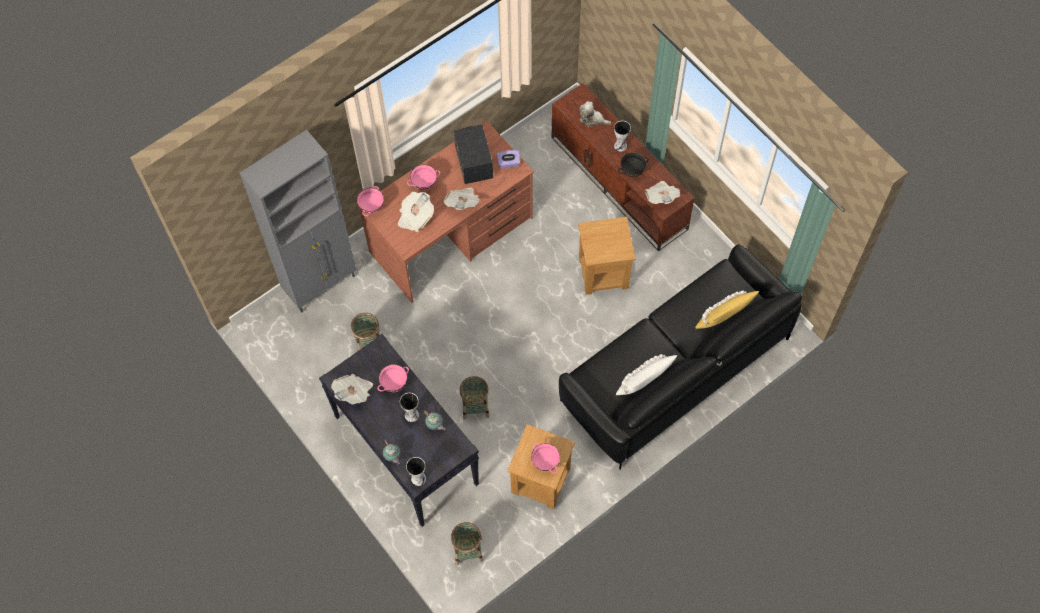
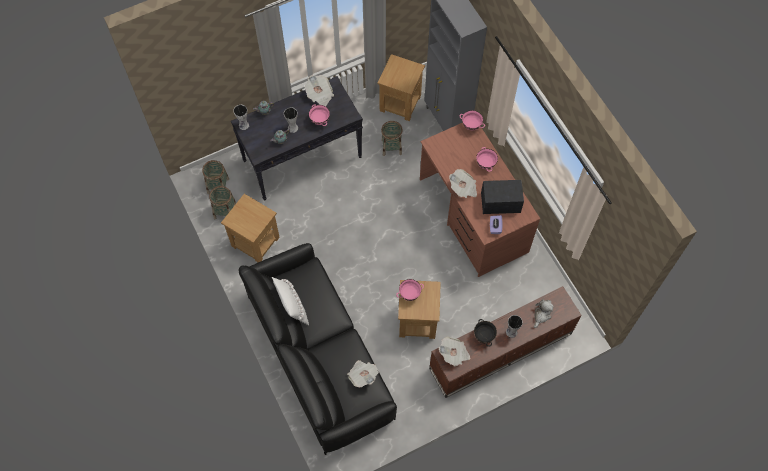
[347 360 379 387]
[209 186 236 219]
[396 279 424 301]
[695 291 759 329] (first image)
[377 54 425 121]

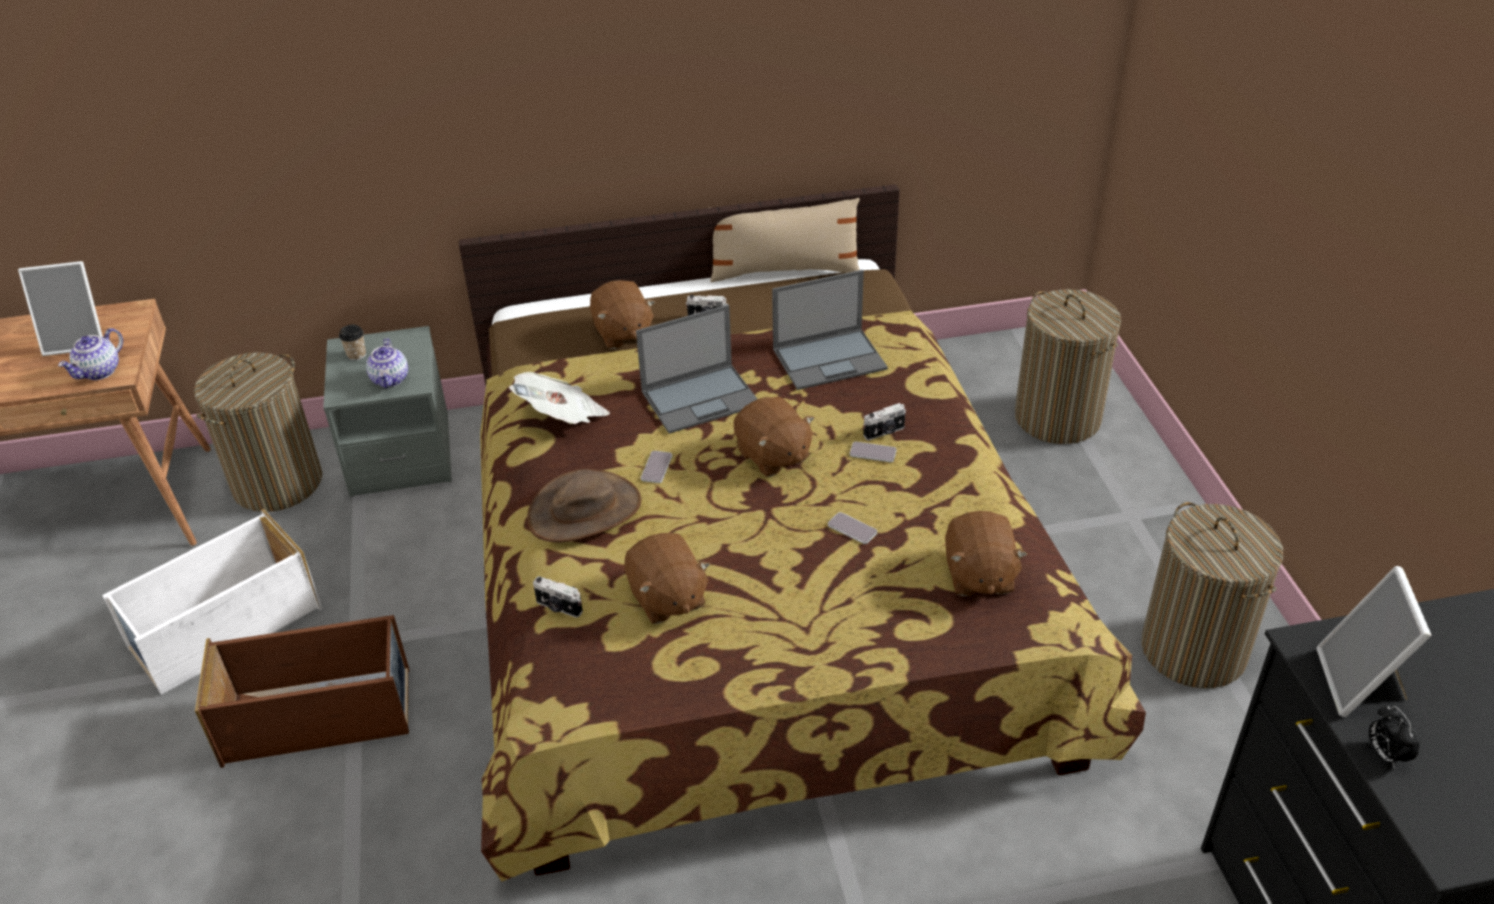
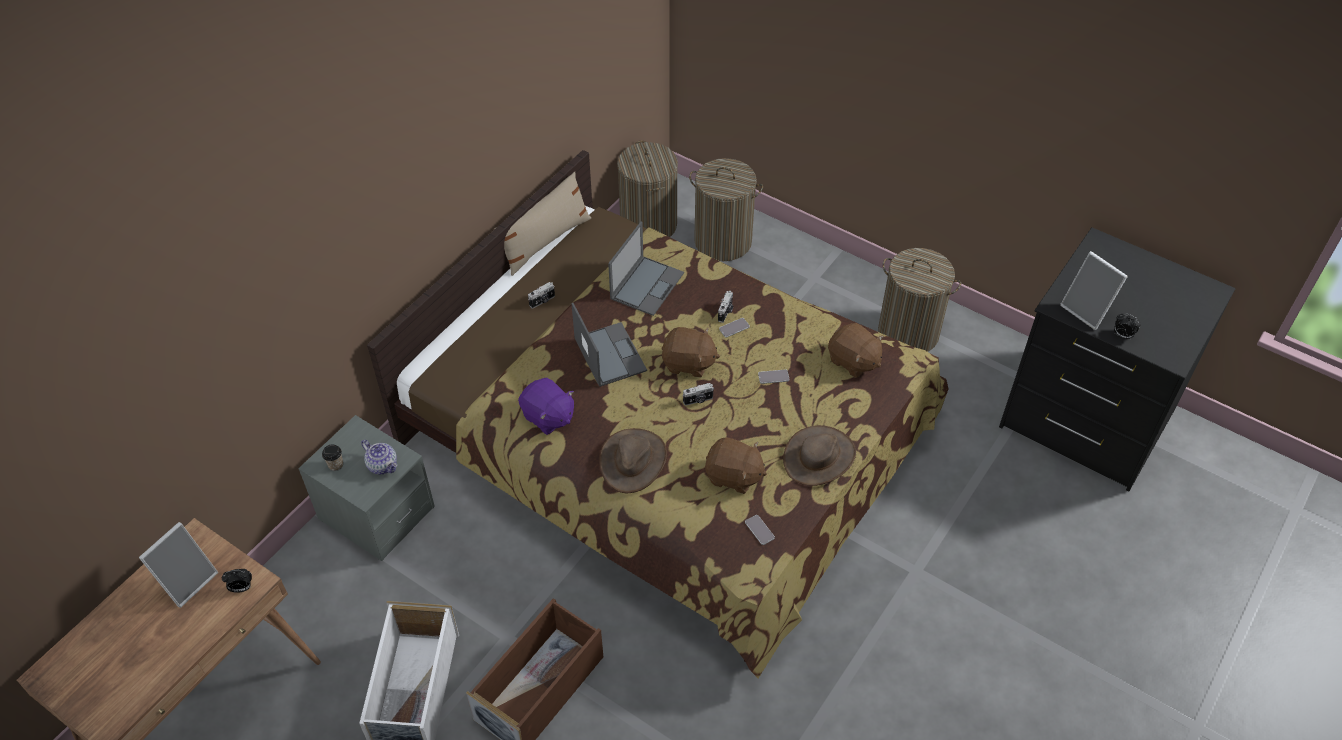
[222 569 252 593]
[617 141 678 237]
[518 378 574 435]
[682 383 714 406]
[590 280 655 349] (first image)
[571 303 647 387]
[745 515 775 545]
[783 425 856 486]

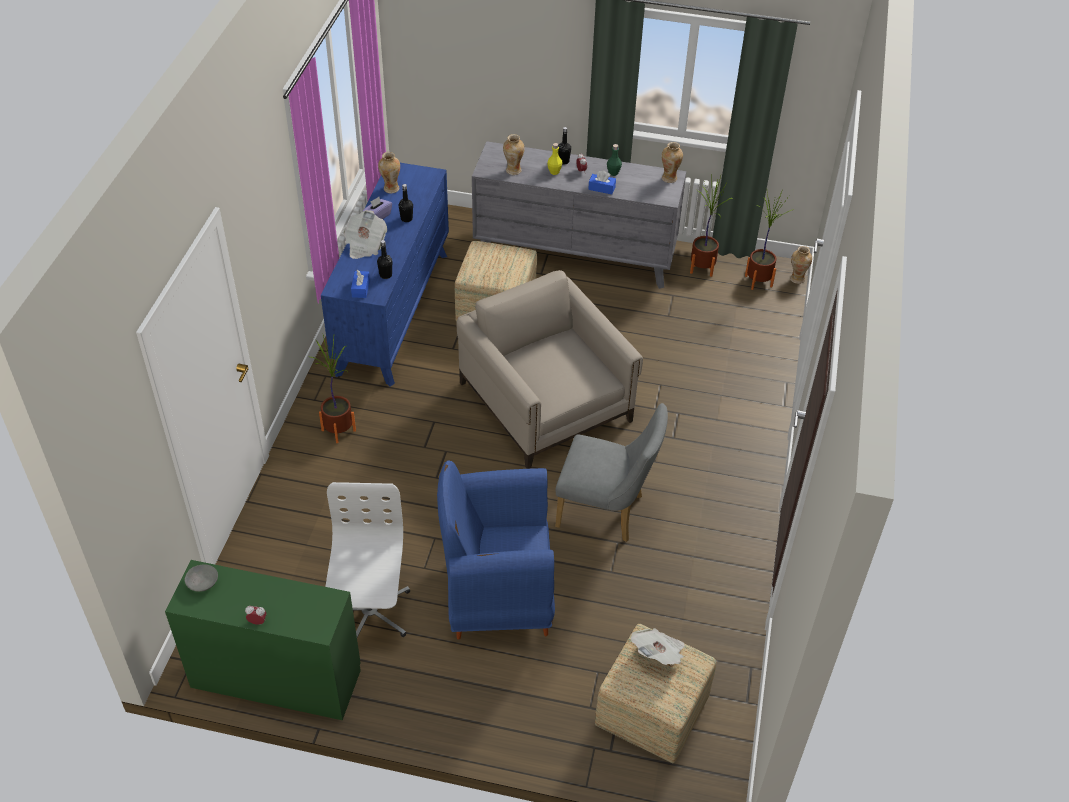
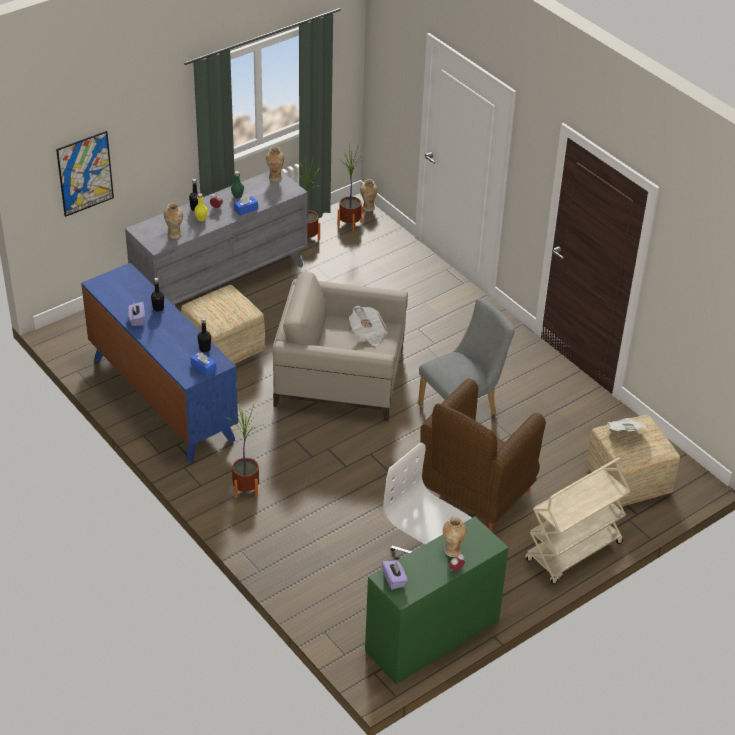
[382 560 408 590]
[349 306 388 346]
[443 516 466 557]
[420 379 546 531]
[56 131 114 217]
[525 457 631 584]

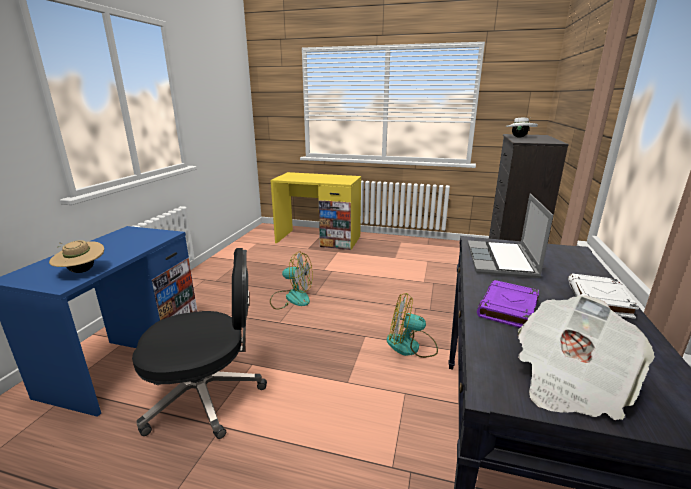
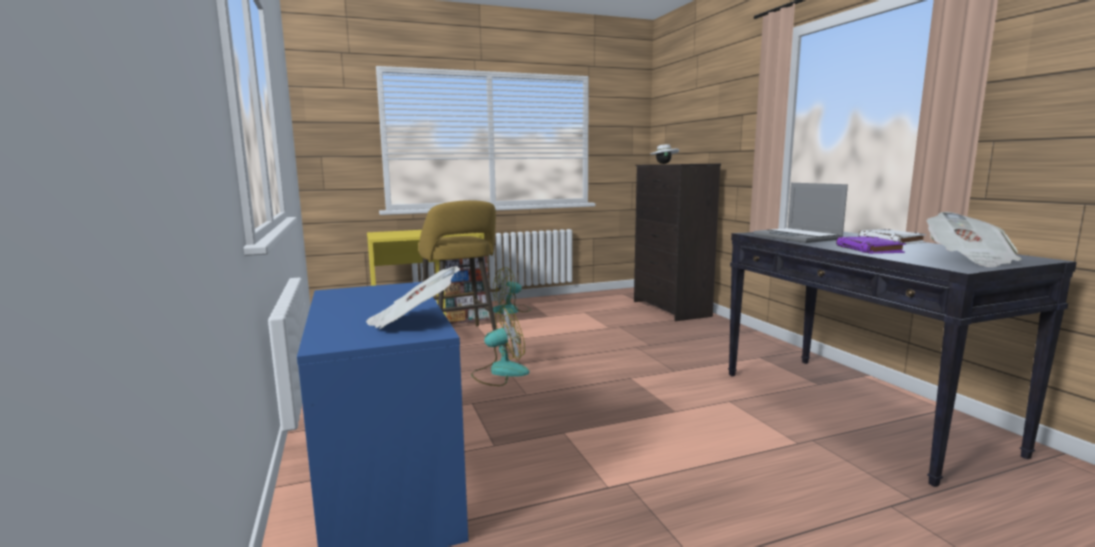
[366 266 460 329]
[132 248 267 439] (first image)
[493 267 532 314]
[418 200 497 331]

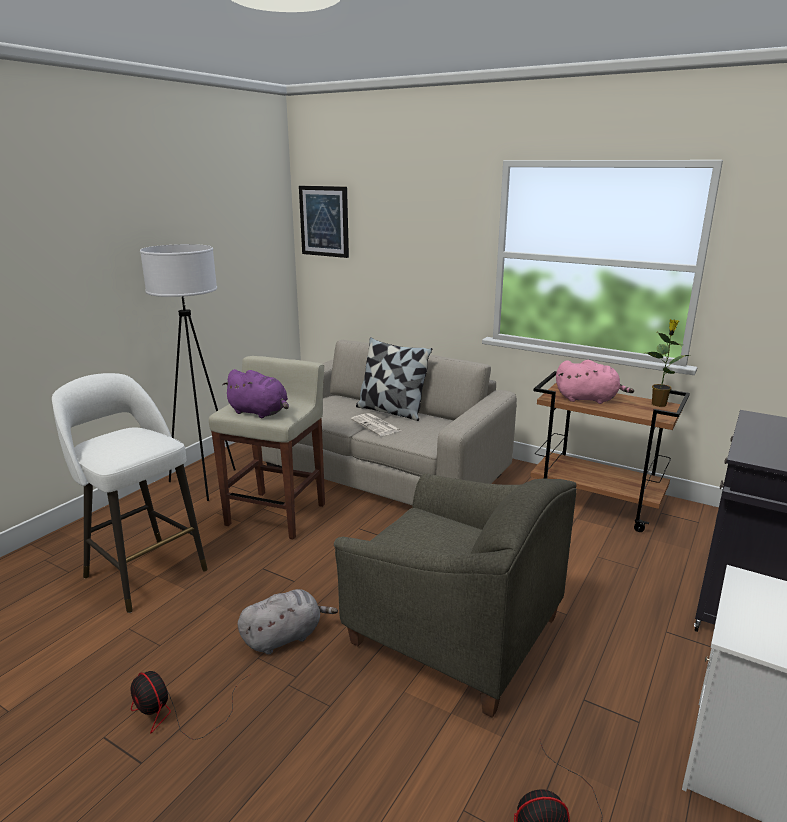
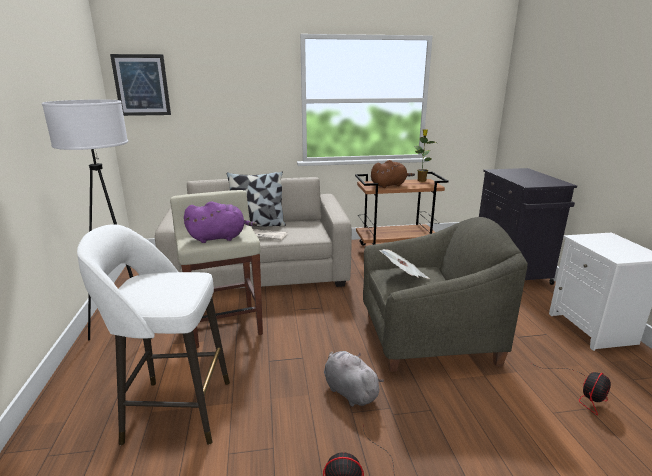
[324 351 384 406]
[371 160 415 188]
[379 249 430 279]

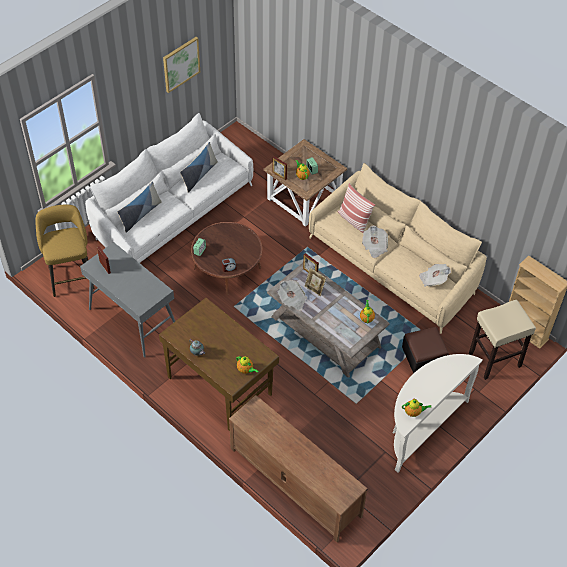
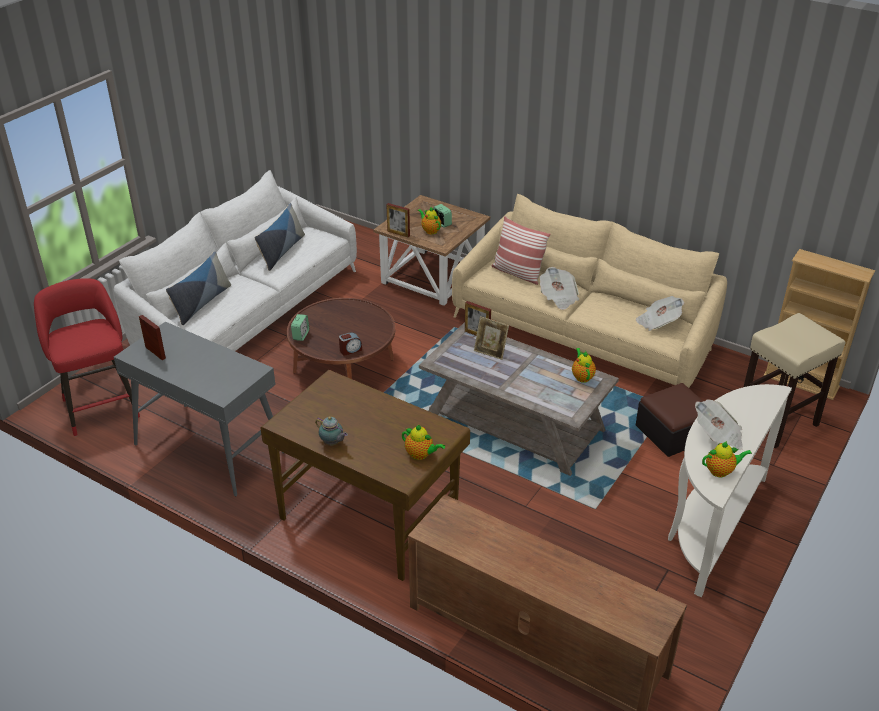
[34 278 140 436]
[163 37 200 93] (first image)
[695 400 743 450]

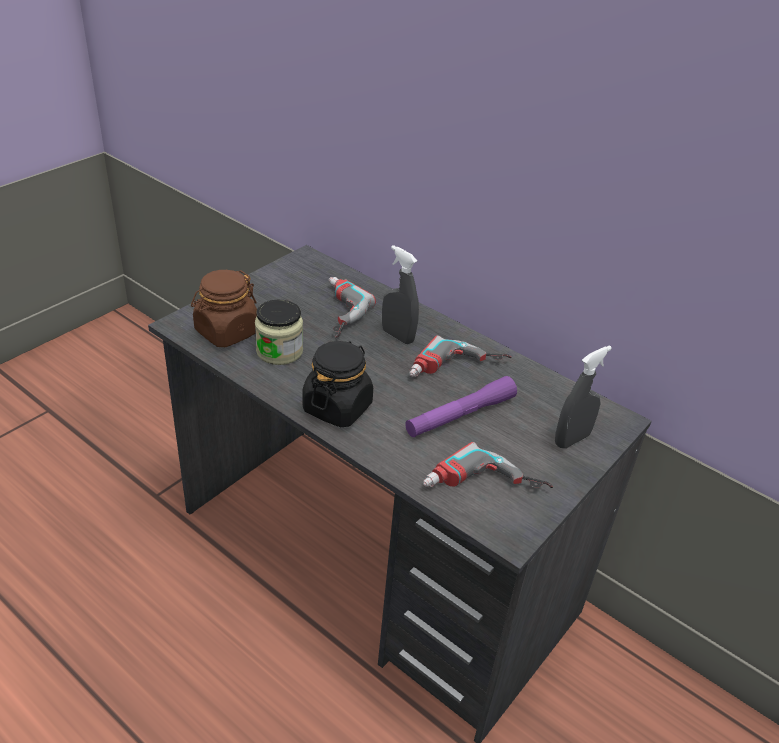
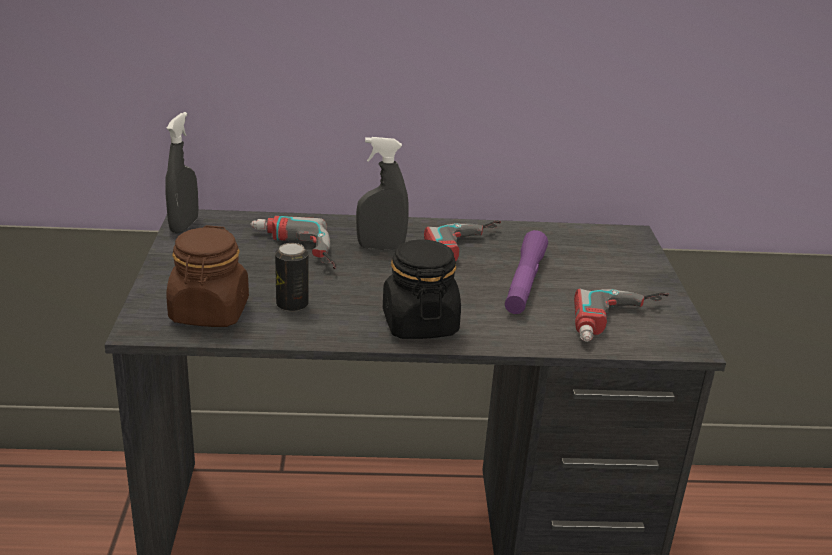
[275 243 309 312]
[165 112 198 234]

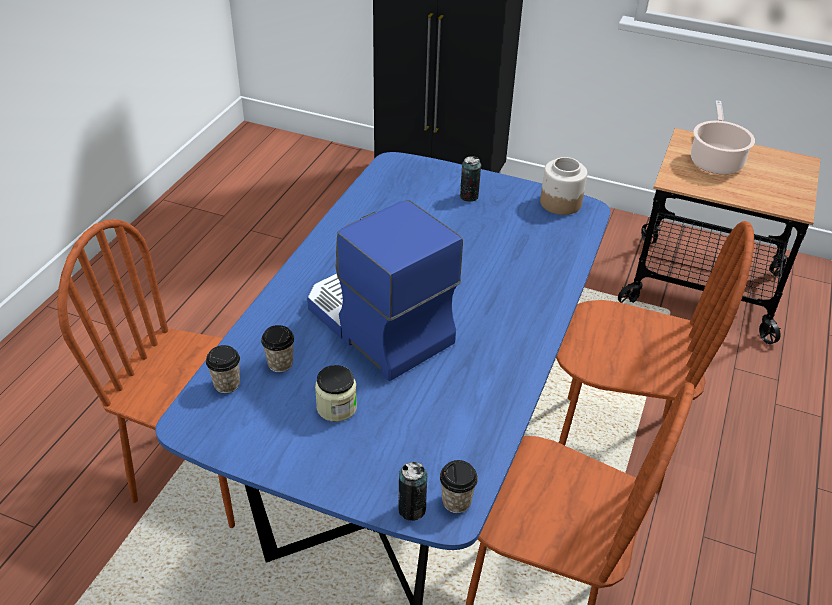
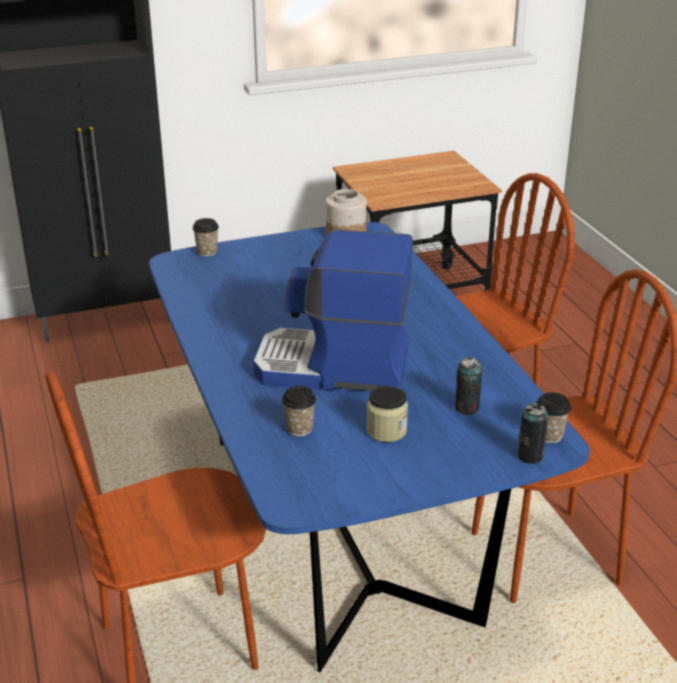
[193 218 219 257]
[455 357 482 415]
[691 100 755 175] (first image)

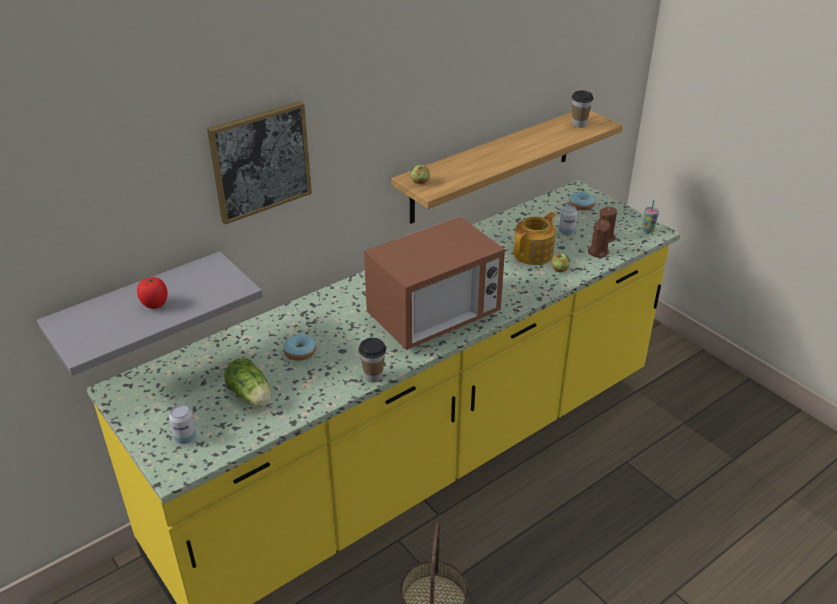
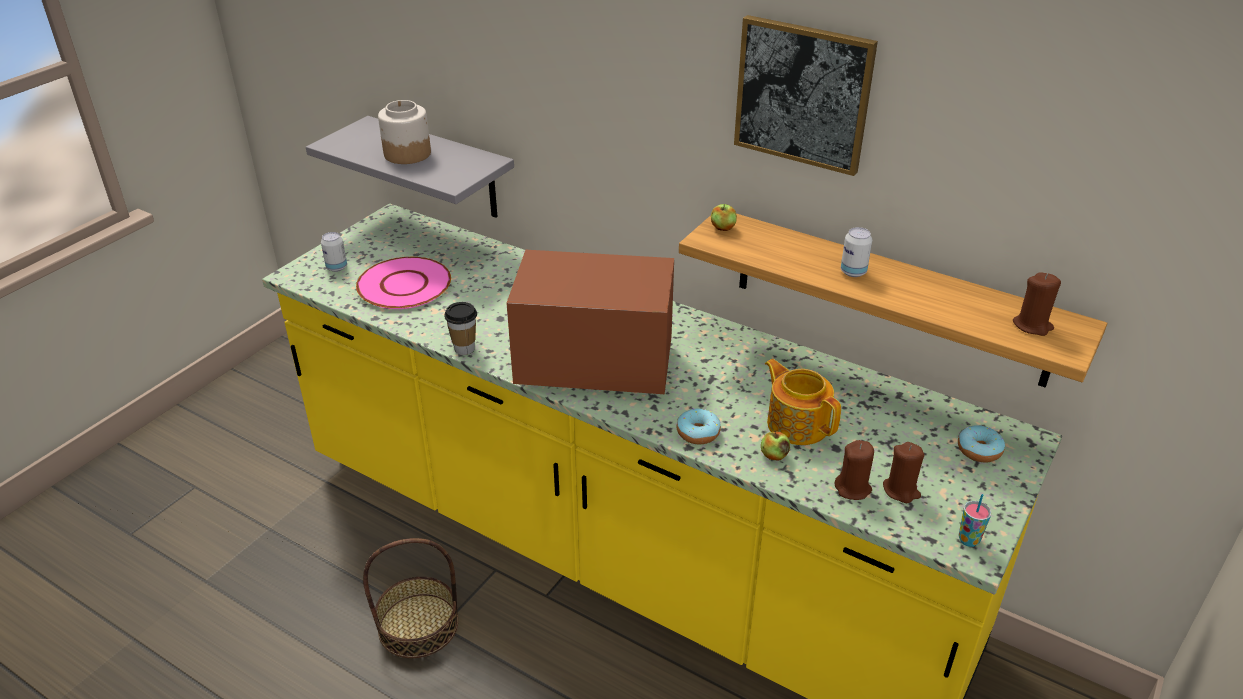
[378 100 431 164]
[734 15 878 176]
[356 257 451 309]
[677 408 721 444]
[507 250 674 394]
[765 359 841 445]
[841 227 872 277]
[1013 272 1061 336]

